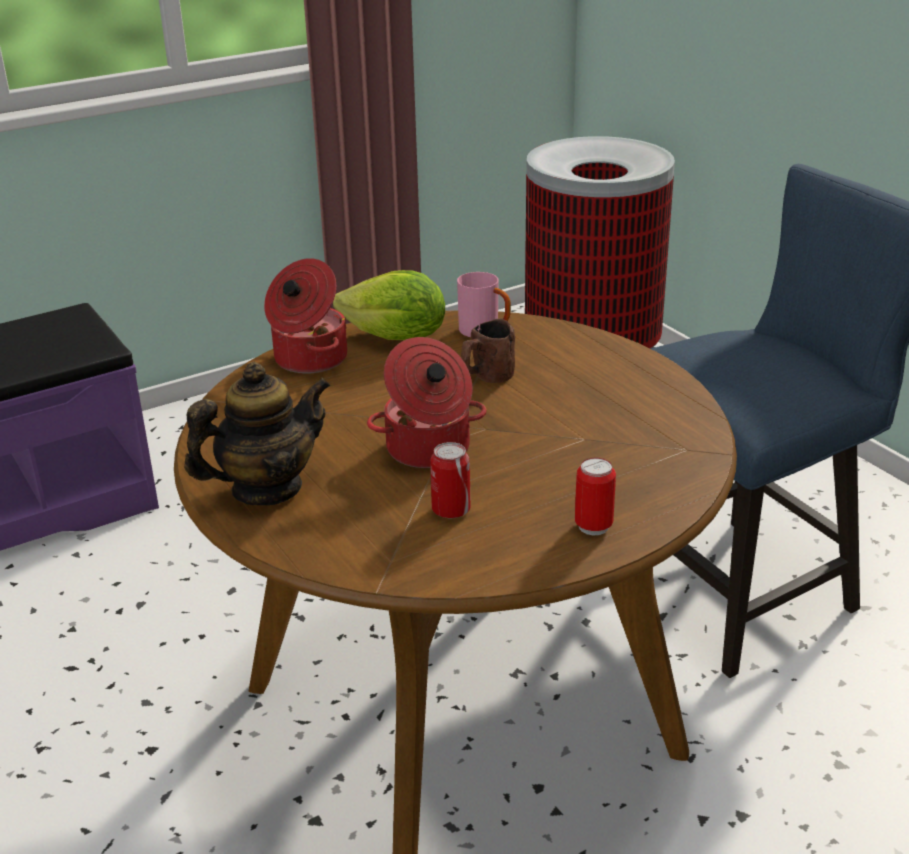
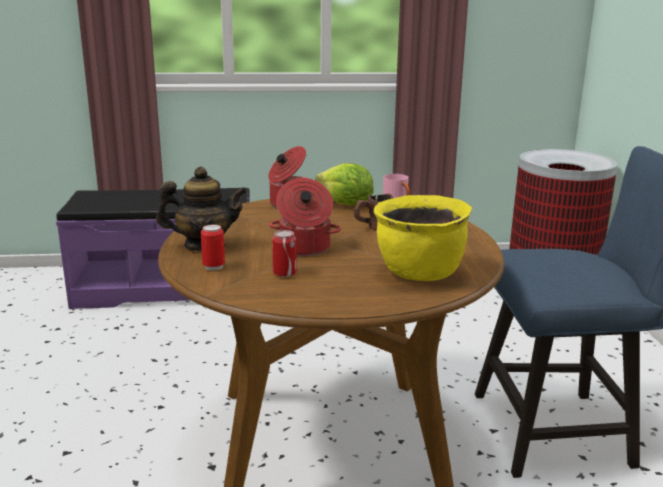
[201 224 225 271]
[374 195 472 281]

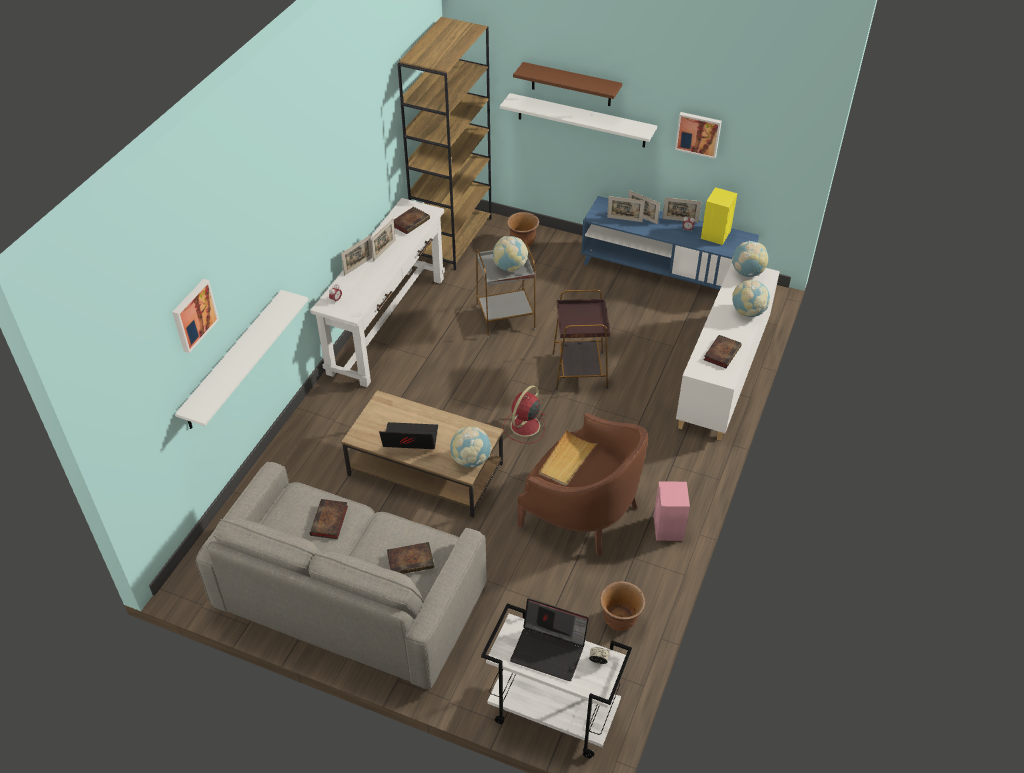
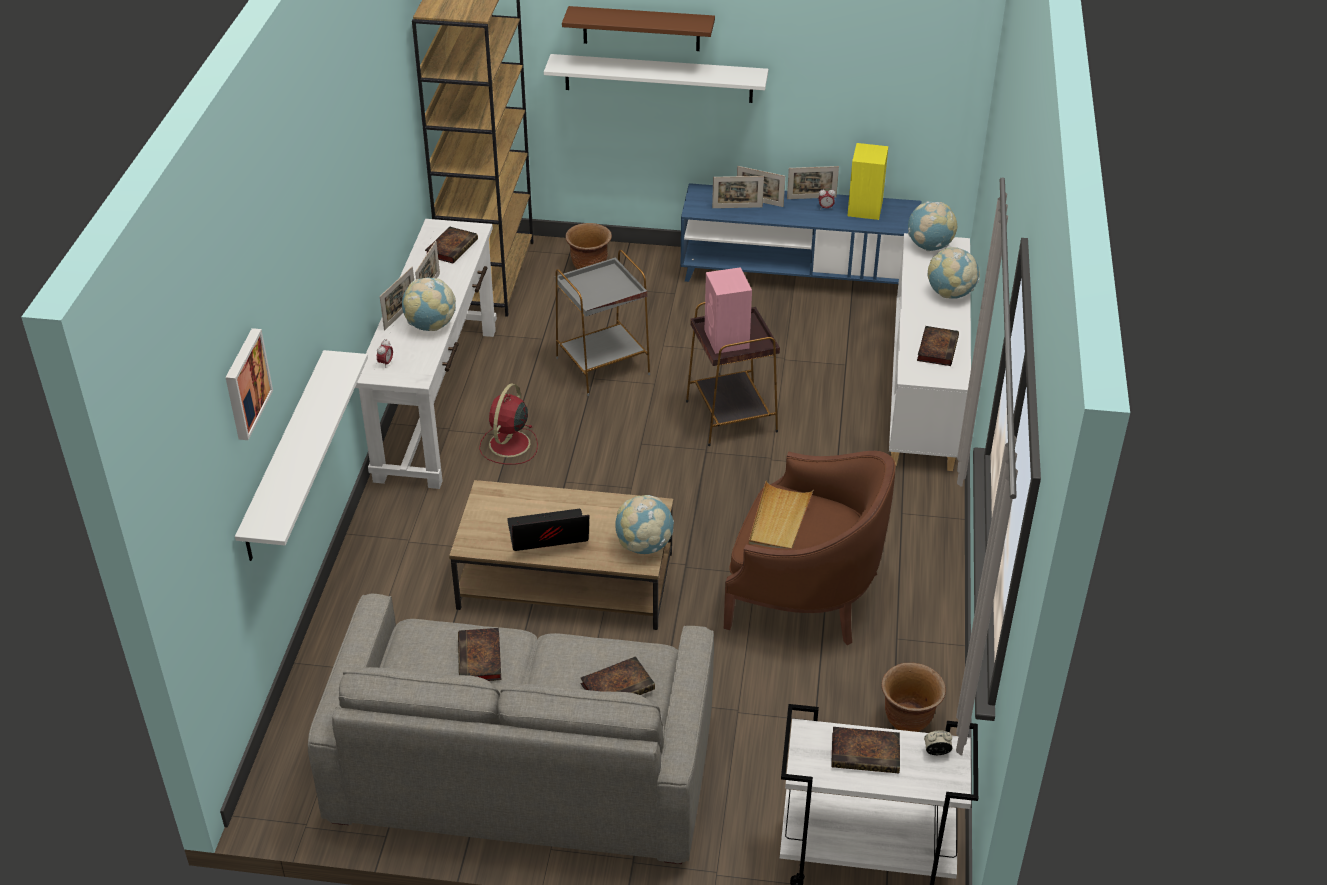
[402 278 456 331]
[479 384 538 465]
[831 727 900 773]
[705 267 752 354]
[675 112 722 159] (first image)

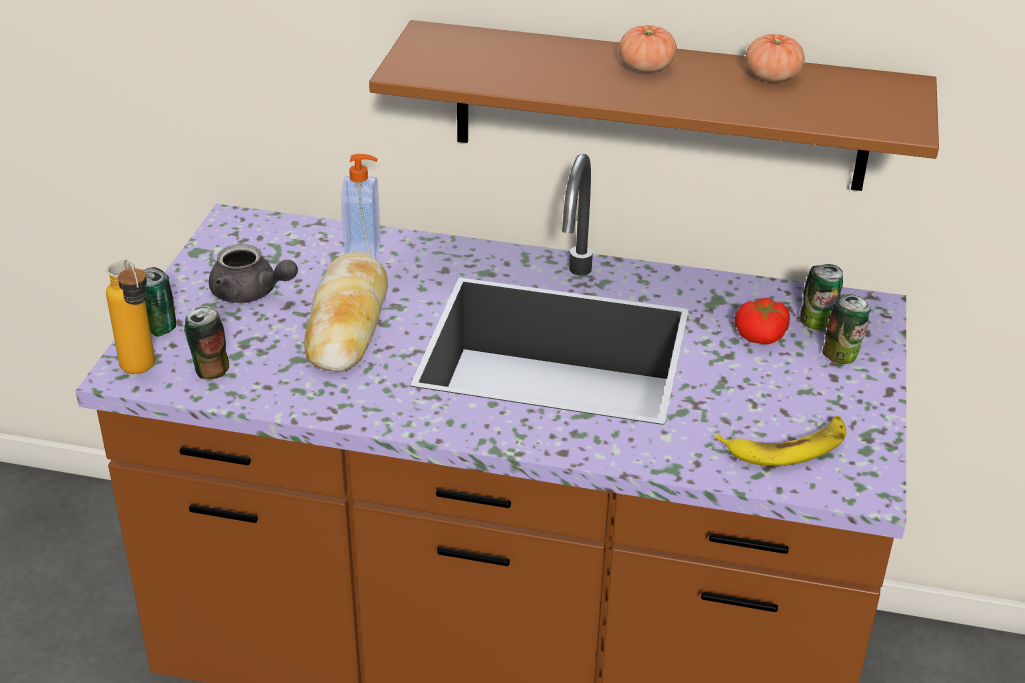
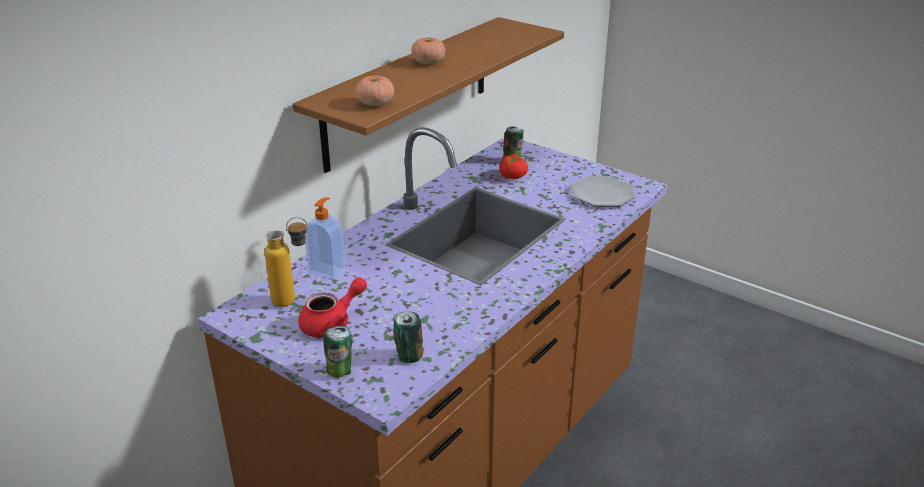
[264 217 308 307]
[298 277 367 338]
[304 252 388 372] (first image)
[571 176 636 206]
[356 76 394 106]
[822 294 871 364] (first image)

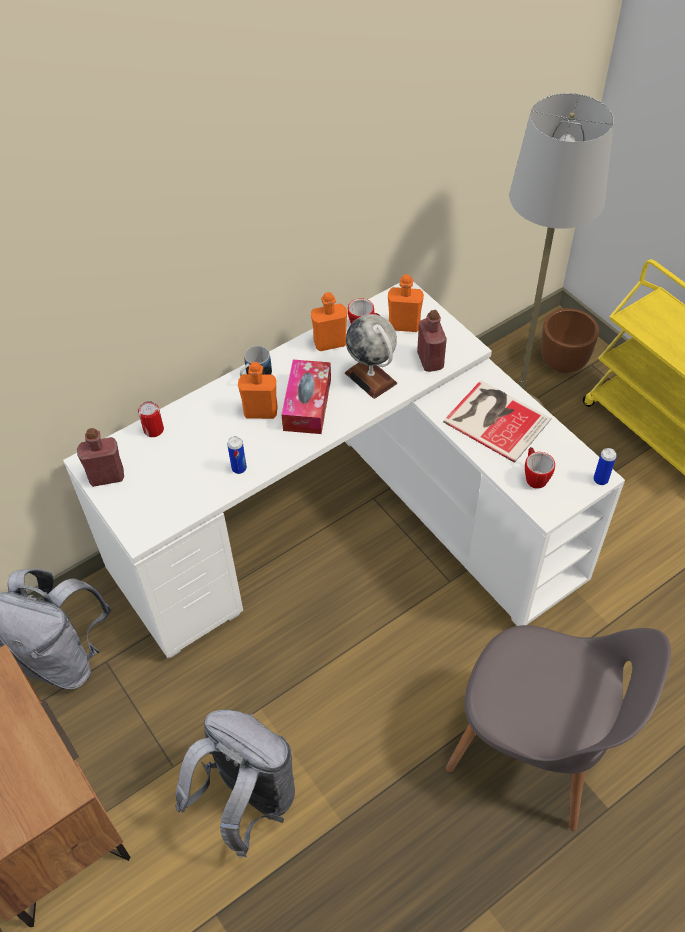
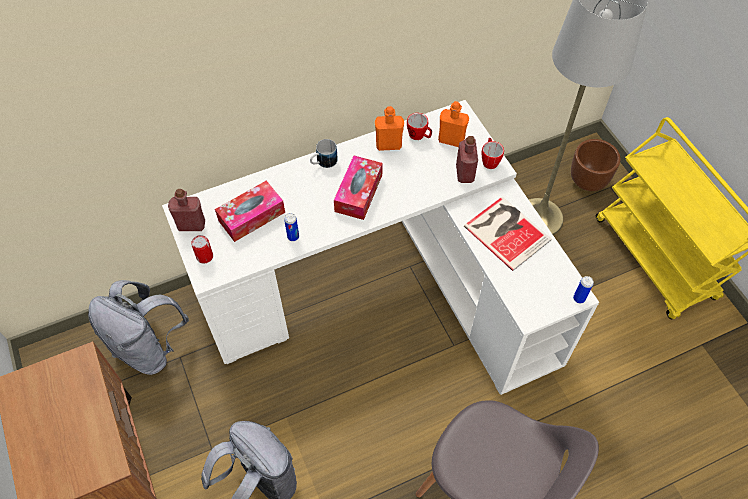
[191 235 213 263]
[238 362 278 419] (first image)
[345 314 397 399] (first image)
[482 138 504 169]
[215 181 285 242]

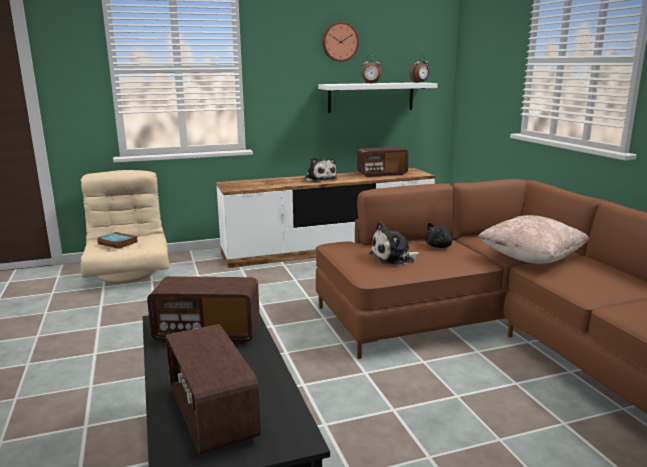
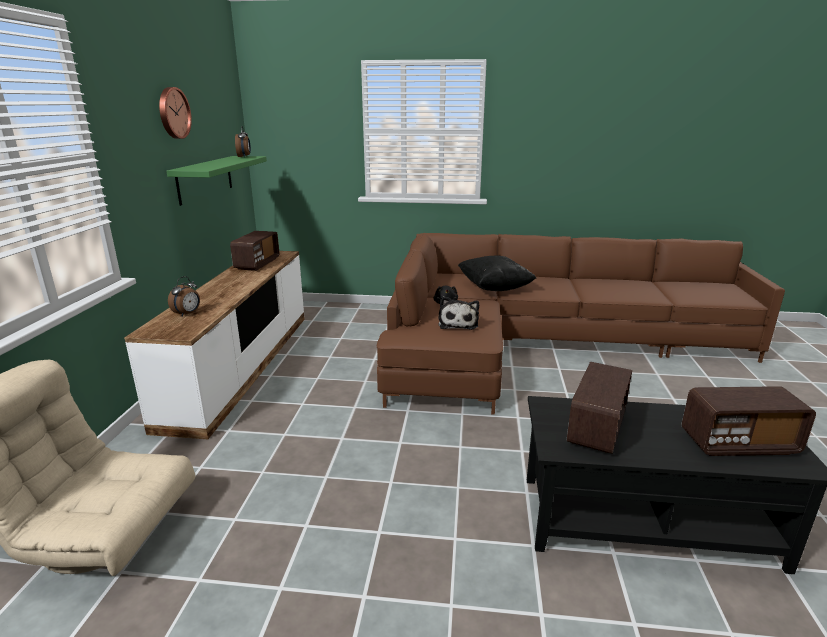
[97 232 137 249] (first image)
[304 157 337 182] (first image)
[166 156 267 206]
[168 276 200 317]
[458 255 536 291]

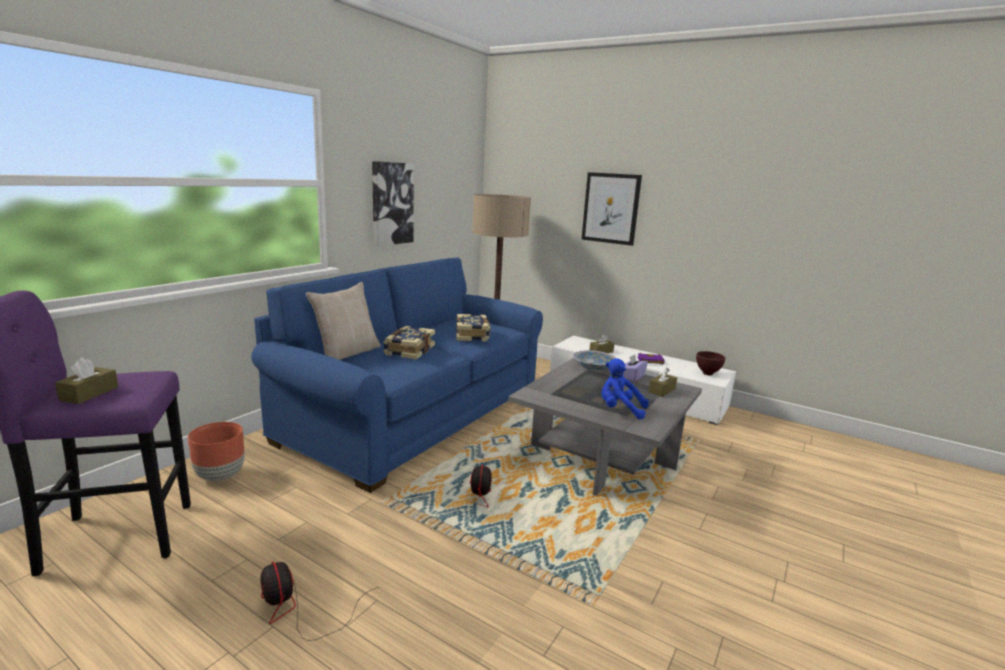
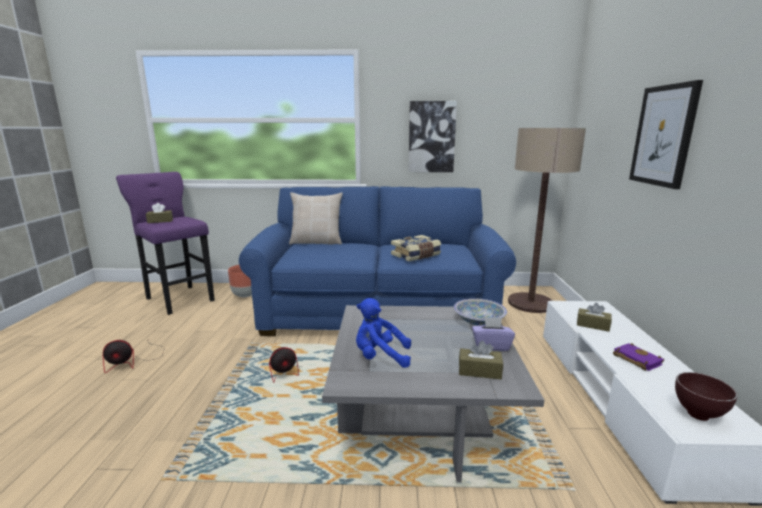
[103 338 165 373]
[383 326 435 360] (first image)
[356 298 411 368]

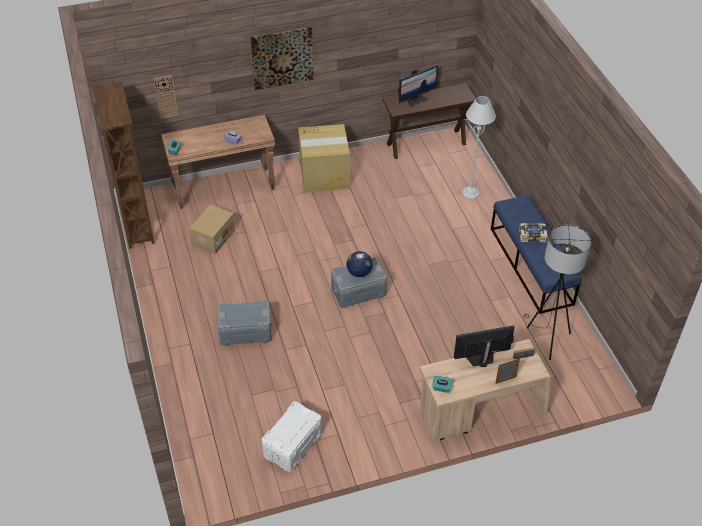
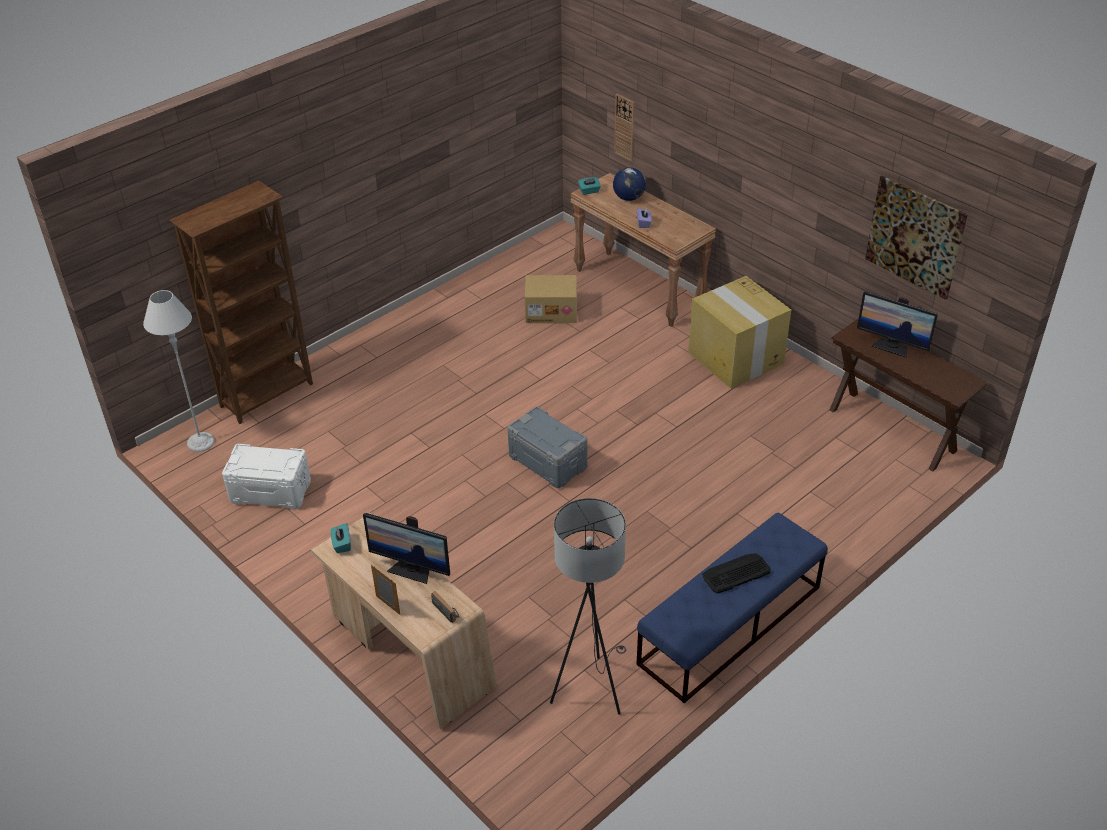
[170 181 313 424]
[217 300 272 346] (first image)
[865 176 968 300]
[613 167 646 201]
[363 513 450 584]
[143 290 215 452]
[702 553 771 594]

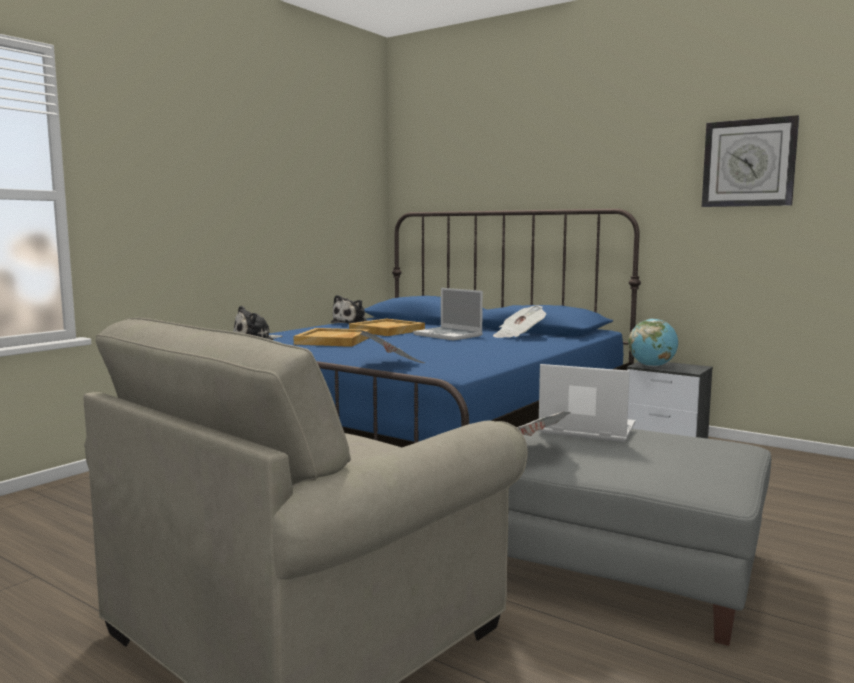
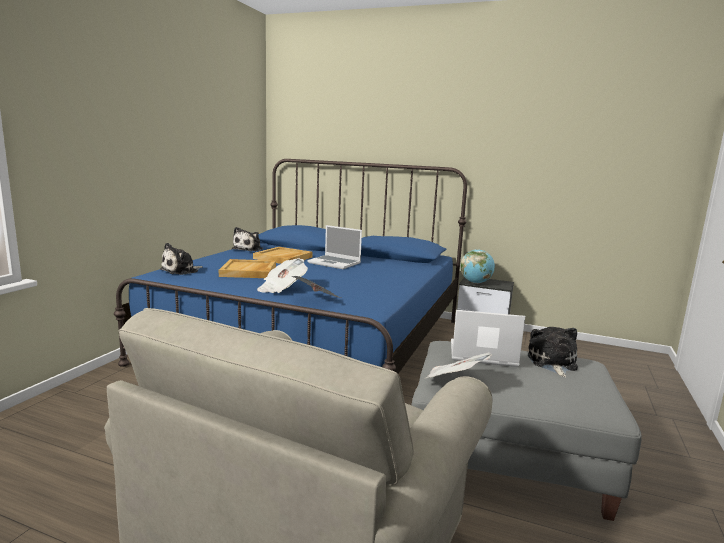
[257 258 308 293]
[702 115 799 207] (first image)
[528 327 578 378]

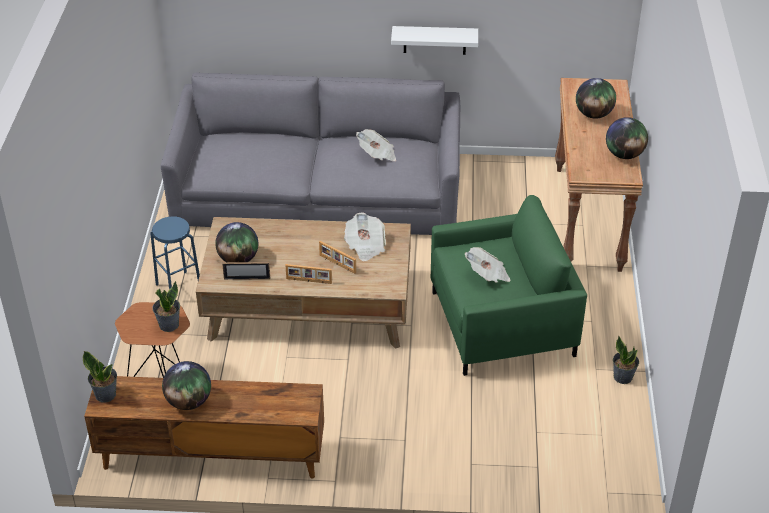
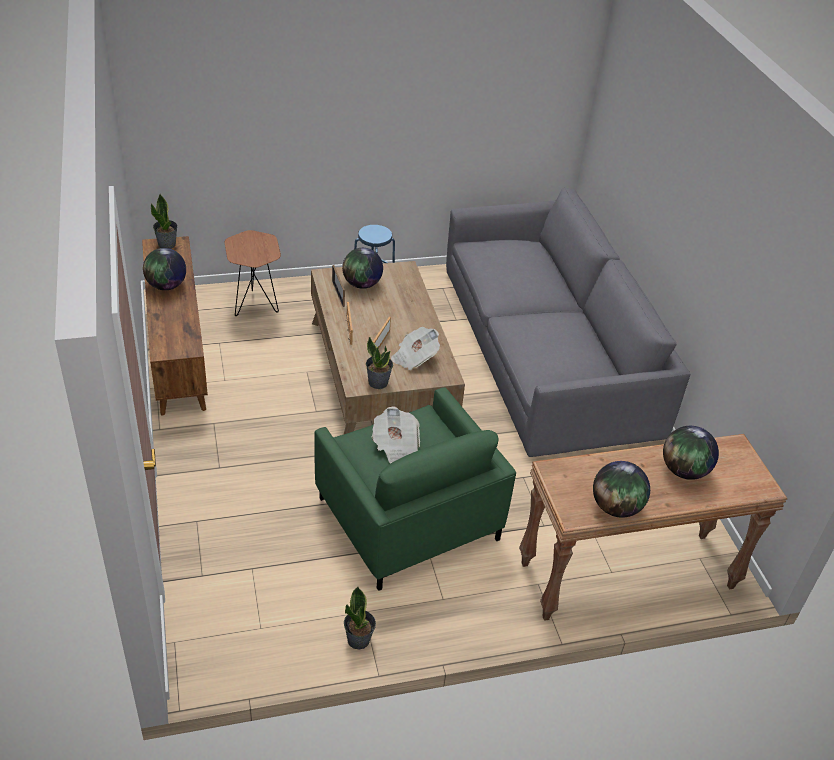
[366 337 393 389]
[356 129 396 161] (first image)
[391 26 478 55] (first image)

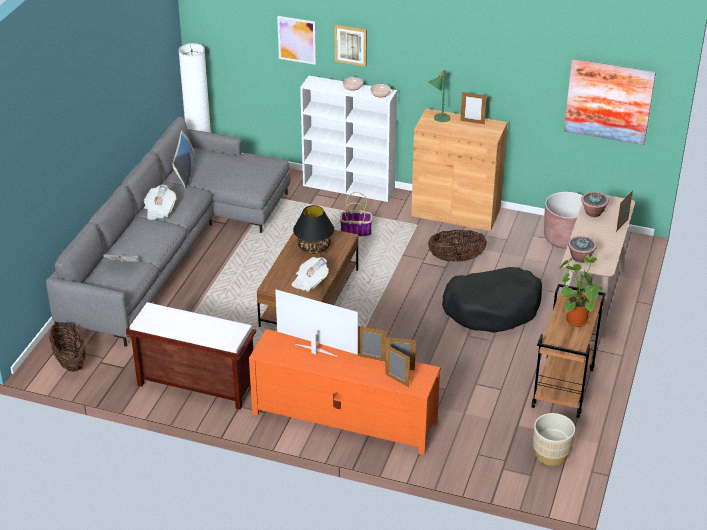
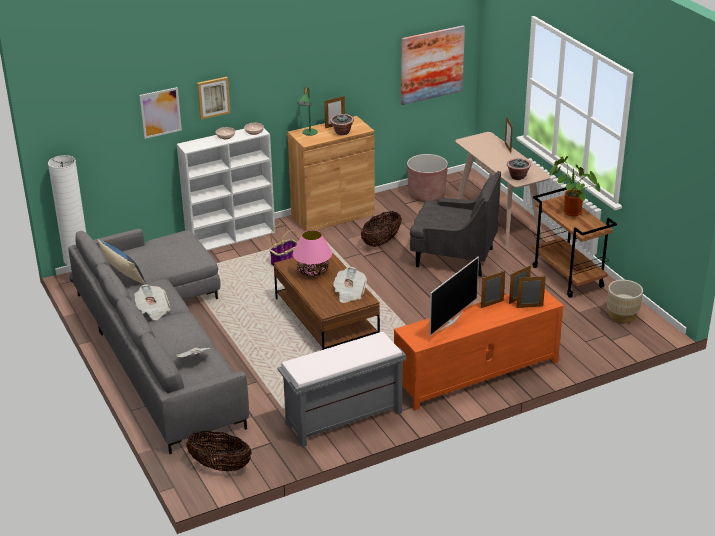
[278 332 406 447]
[429 256 479 336]
[293 230 332 277]
[410 171 501 277]
[330 114 354 135]

